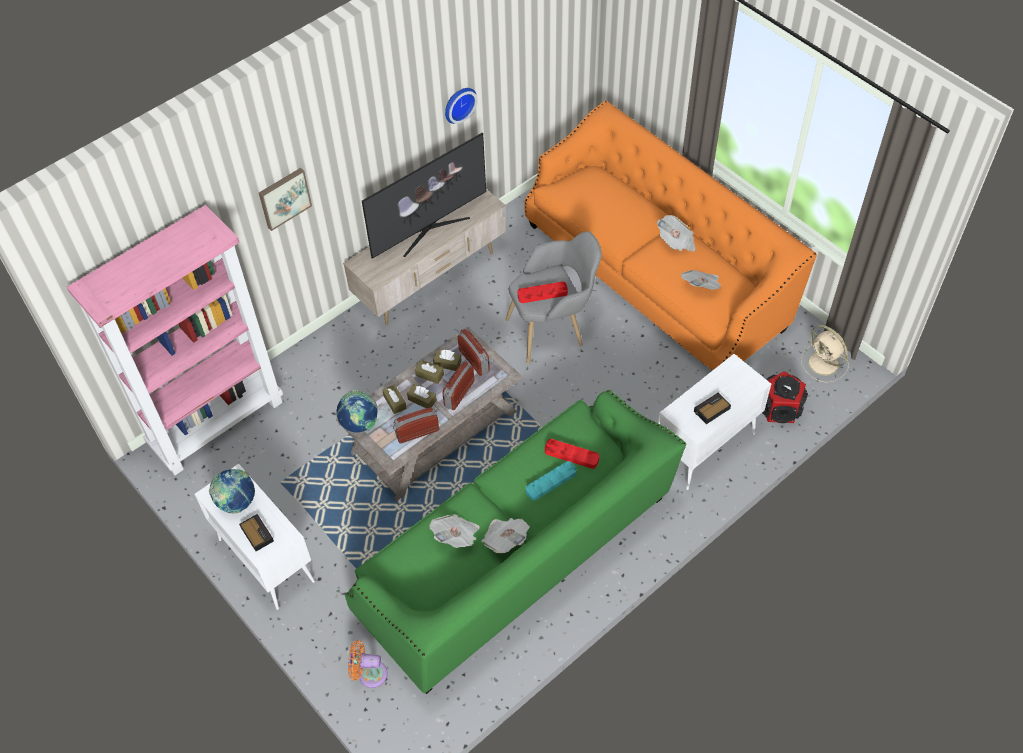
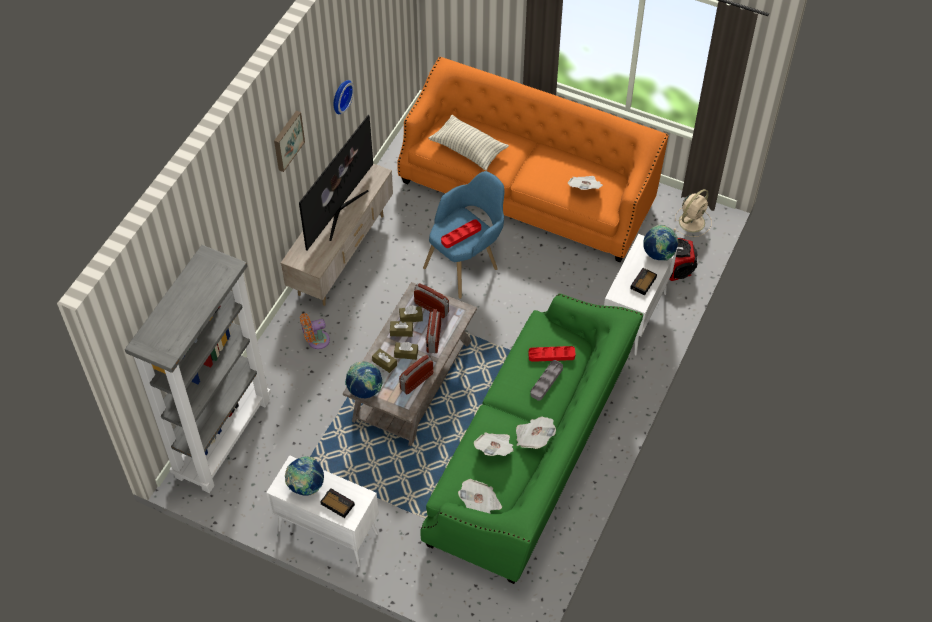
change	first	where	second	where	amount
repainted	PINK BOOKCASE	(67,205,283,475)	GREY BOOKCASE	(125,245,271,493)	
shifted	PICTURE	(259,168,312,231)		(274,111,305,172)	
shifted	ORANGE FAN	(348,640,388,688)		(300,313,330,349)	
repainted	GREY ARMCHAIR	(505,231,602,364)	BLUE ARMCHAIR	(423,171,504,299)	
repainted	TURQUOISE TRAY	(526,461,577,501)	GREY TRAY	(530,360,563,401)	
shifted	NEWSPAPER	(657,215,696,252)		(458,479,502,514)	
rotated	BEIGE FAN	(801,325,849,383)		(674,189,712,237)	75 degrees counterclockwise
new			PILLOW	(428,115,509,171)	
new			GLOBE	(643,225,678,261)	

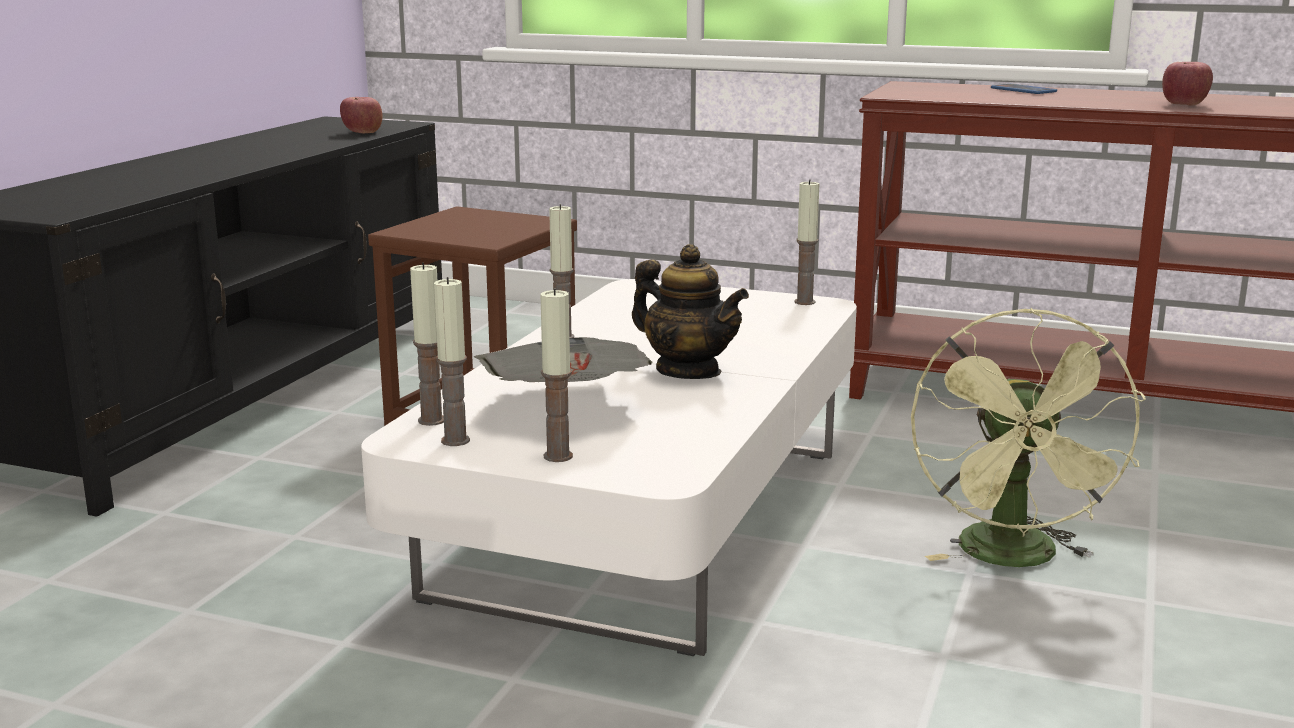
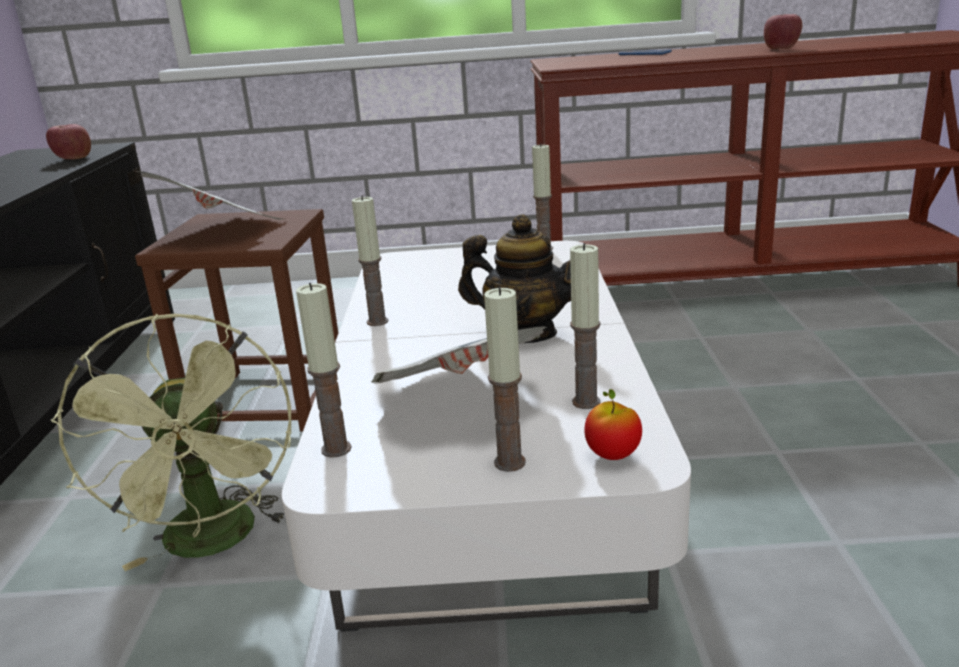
change	first	where	second	where	amount
shifted	CANDLE	(434,277,470,446)		(570,243,601,409)	
shifted	GREEN FAN	(911,308,1146,567)		(50,314,292,571)	
new			NEWSPAPER	(134,171,283,220)	
new			APPLE	(584,389,642,460)	

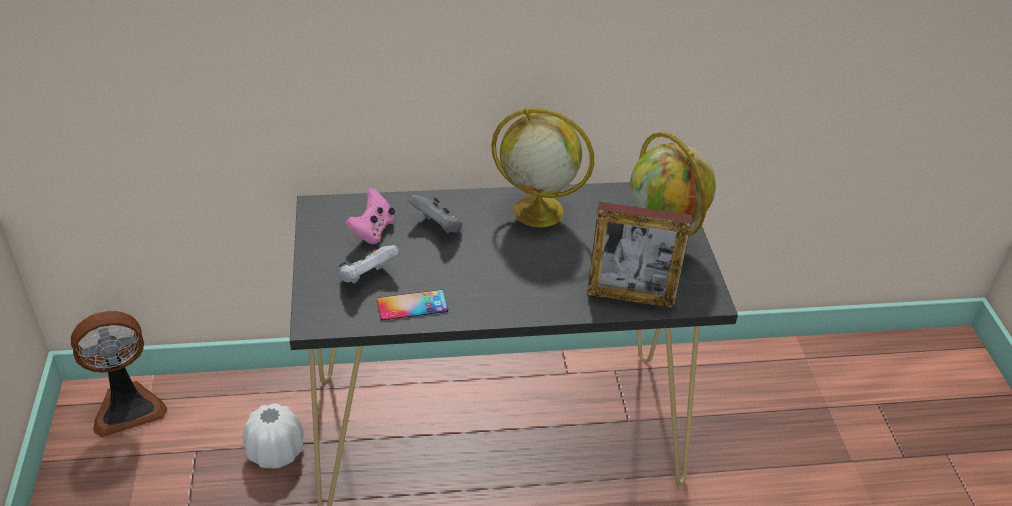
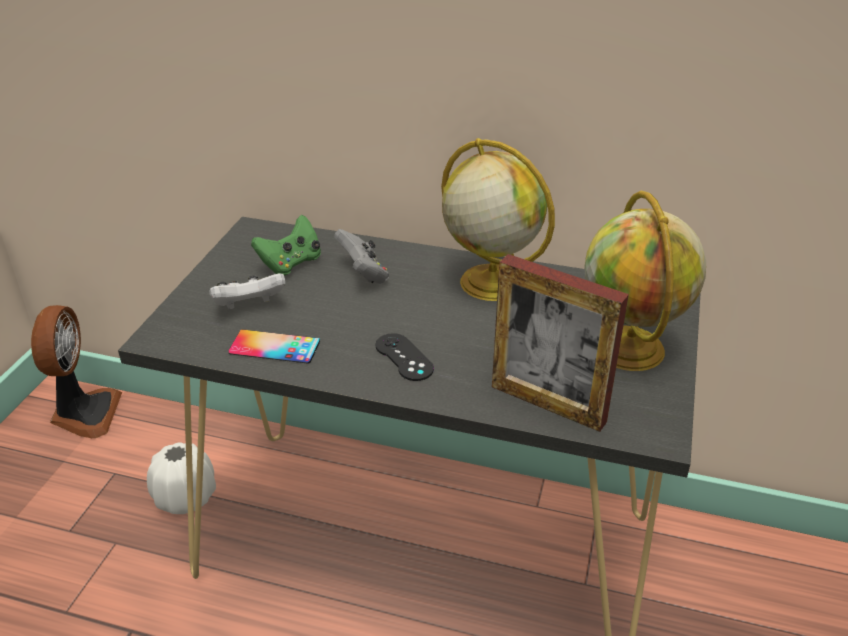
change	first	where	second	where	amount
rotated	FAN	(71,311,167,437)		(31,305,122,438)	90 degrees counterclockwise
repainted	PINK GAME CONTROLLER	(345,188,395,244)	GREEN GAME CONTROLLER	(251,215,321,275)	
new			BLACK GAME CONTROLLER	(375,333,434,381)	

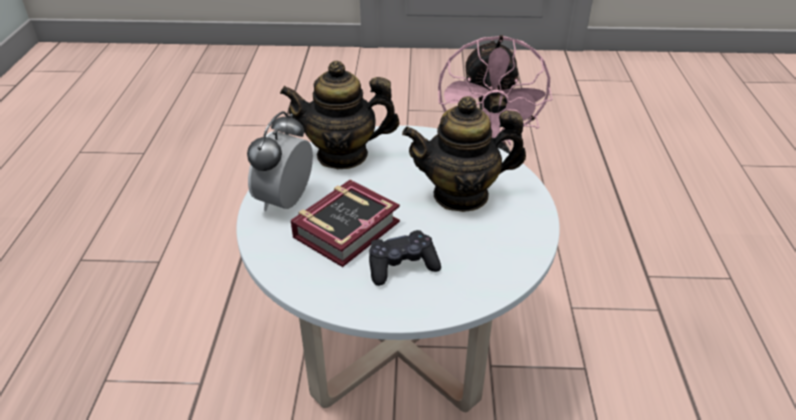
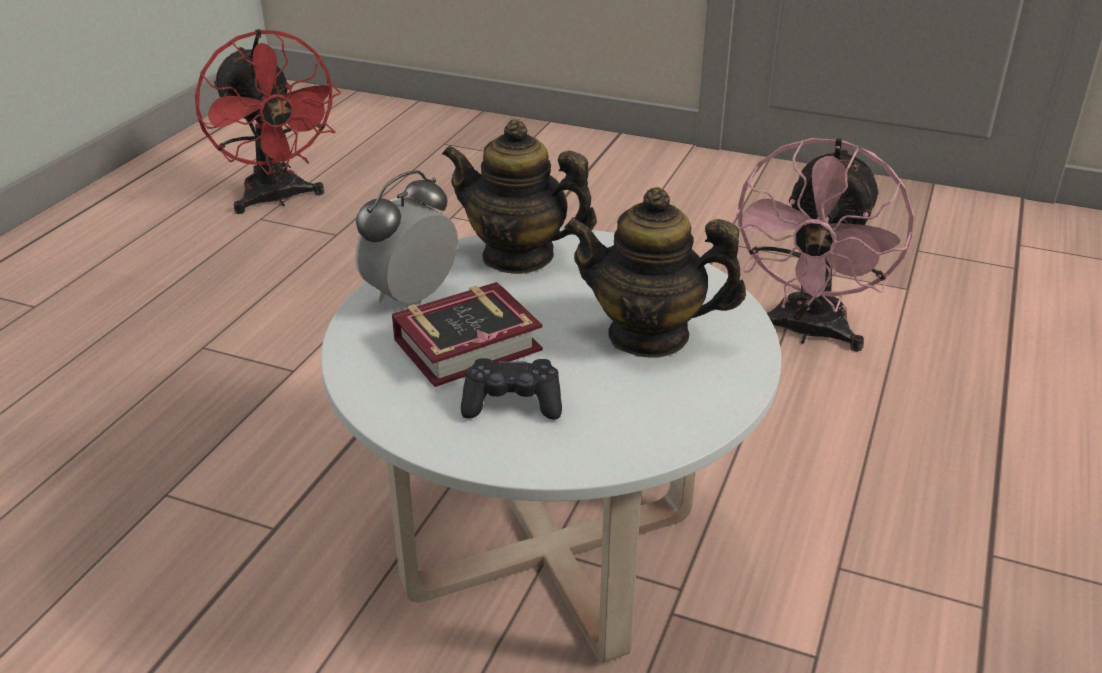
change	first	where	second	where	amount
new			RED FAN	(195,29,341,214)	

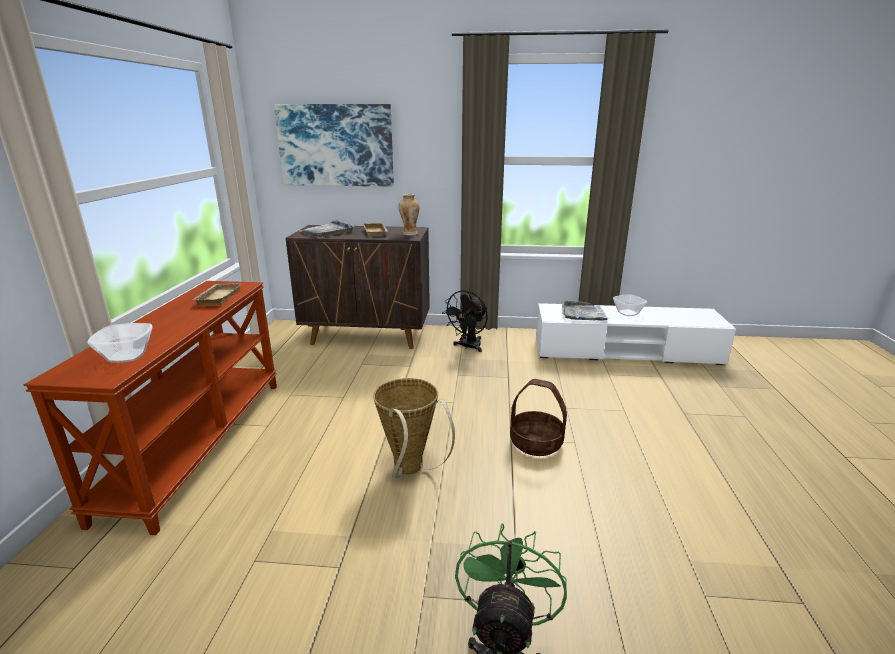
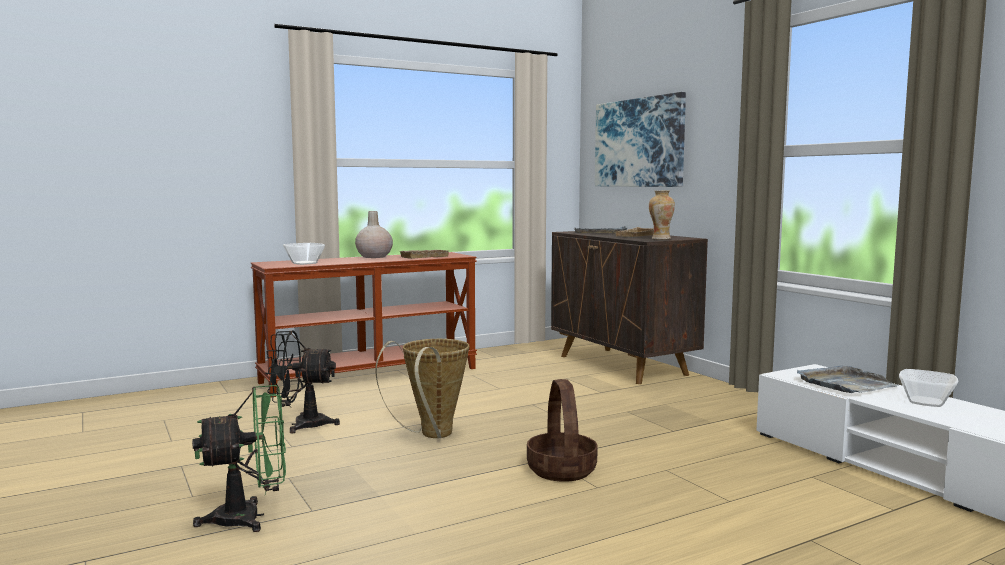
change	first	where	second	where	amount
shifted	BLACK FAN	(442,290,488,352)		(265,330,340,434)	
new			BEIGE VASE	(355,211,393,258)	

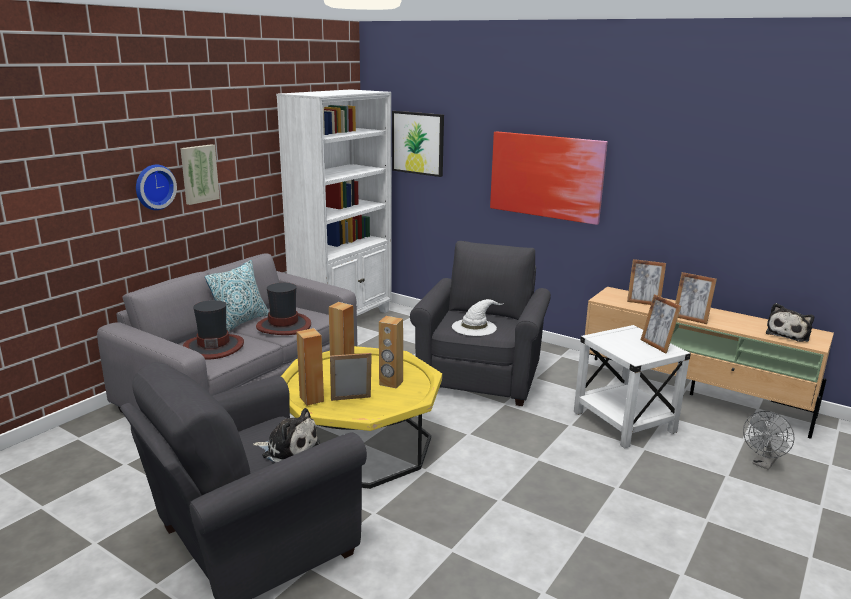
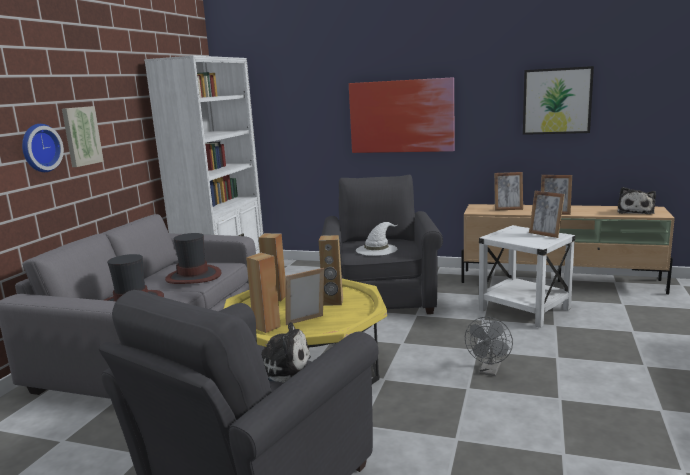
change	first	where	second	where	amount
gone	PILLOW	(205,260,269,332)			
shifted	PICTURE	(392,111,444,177)		(523,66,594,135)	
shifted	GREY FAN	(743,411,795,470)		(465,317,513,376)	

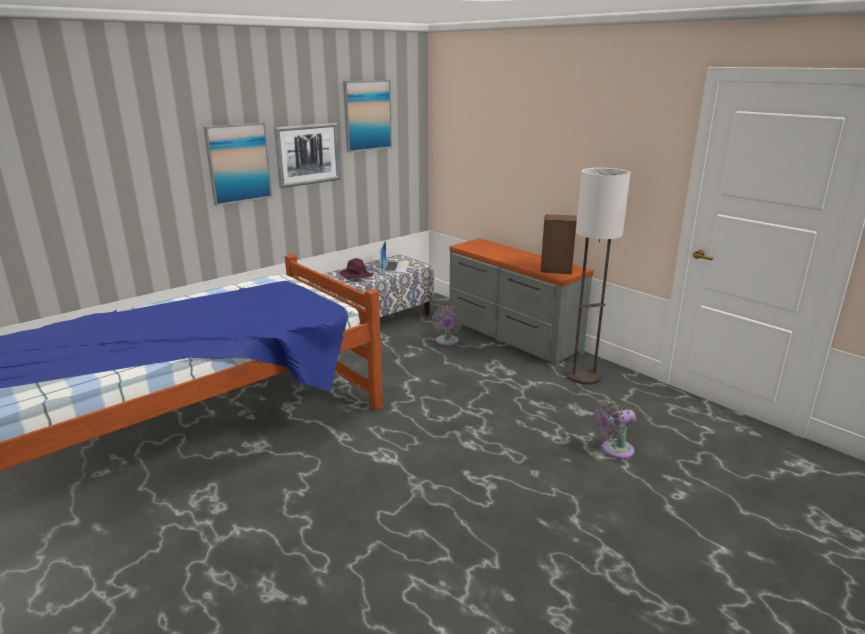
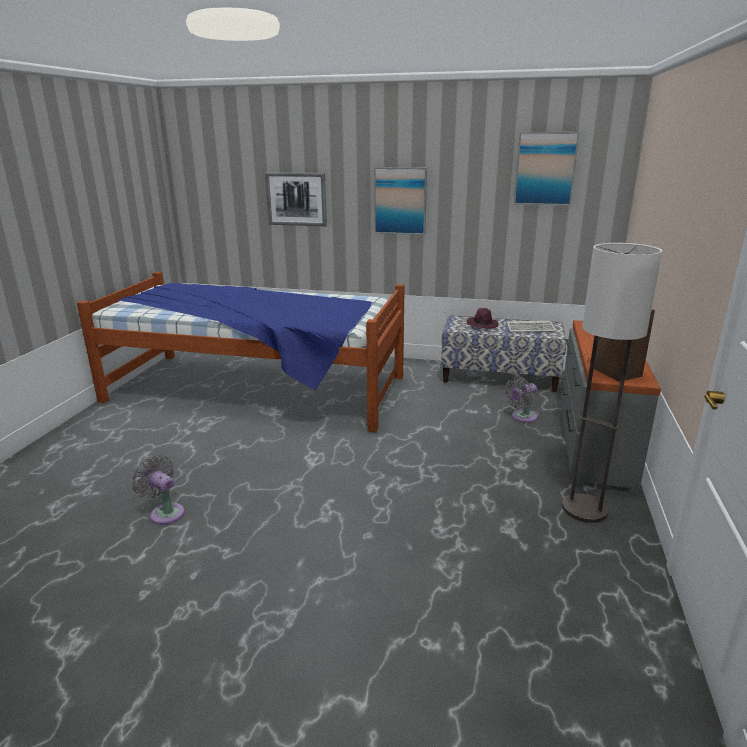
change	first	where	second	where	amount
shifted	PICTURE	(274,123,341,188)		(265,172,327,226)	
swapped	LAPTOP	(381,240,409,272)	KEYBOARD	(506,321,556,333)	
shifted	GREY FAN	(595,399,636,459)		(132,455,185,525)	

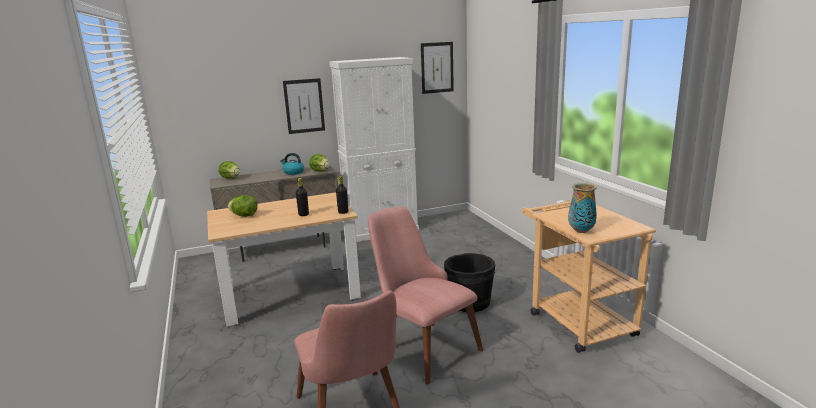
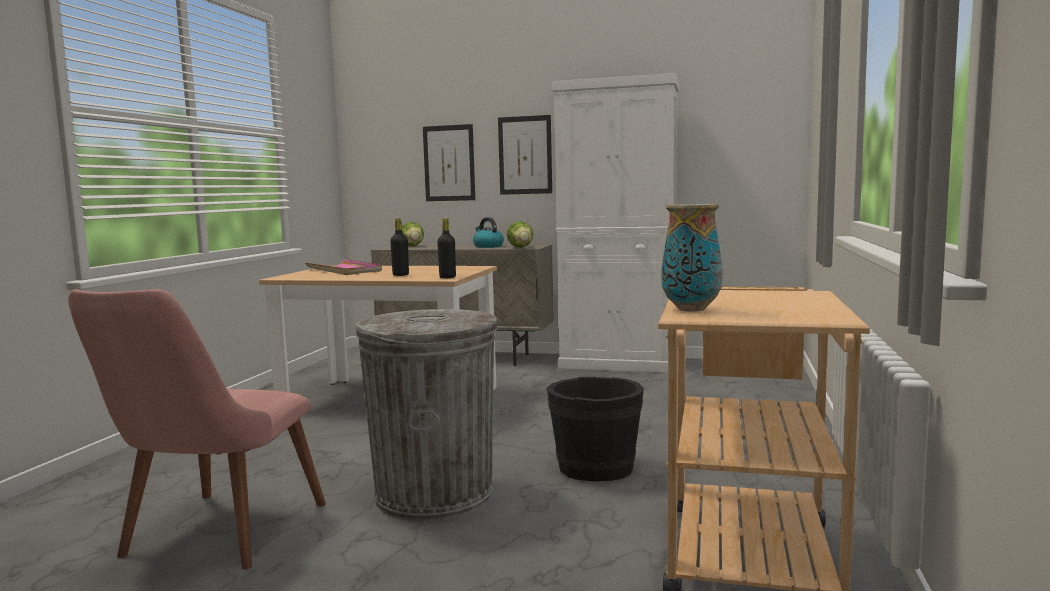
change	first	where	second	where	amount
swapped	LETTUCE	(228,195,258,217)	PINK TRAY	(305,259,382,275)	
swapped	PINK CHAIR	(368,206,483,384)	GREY TRASH CAN	(354,309,498,521)	
shifted	PICTURE	(421,42,454,94)		(423,124,475,201)	

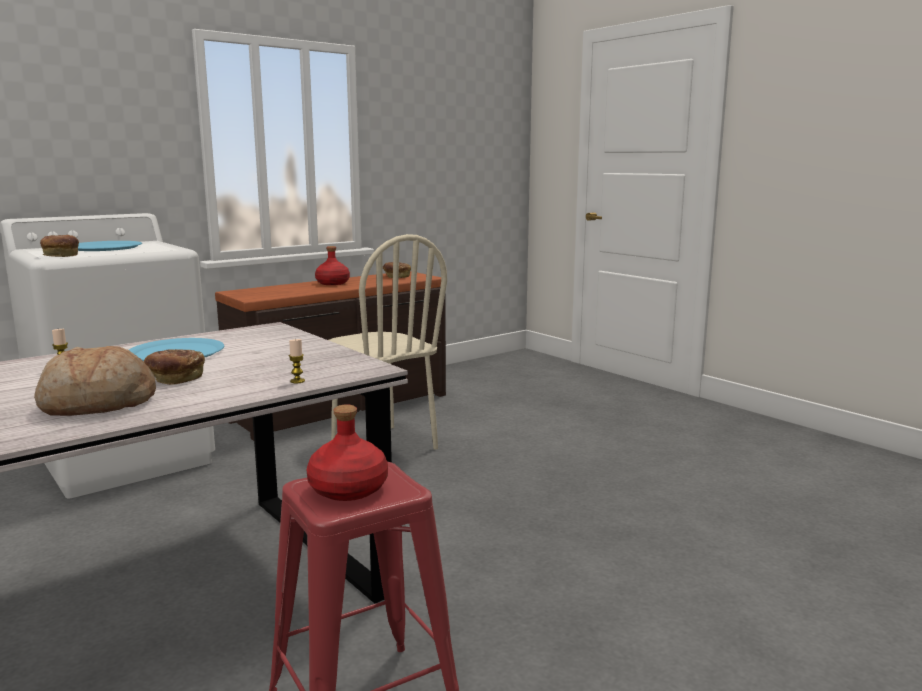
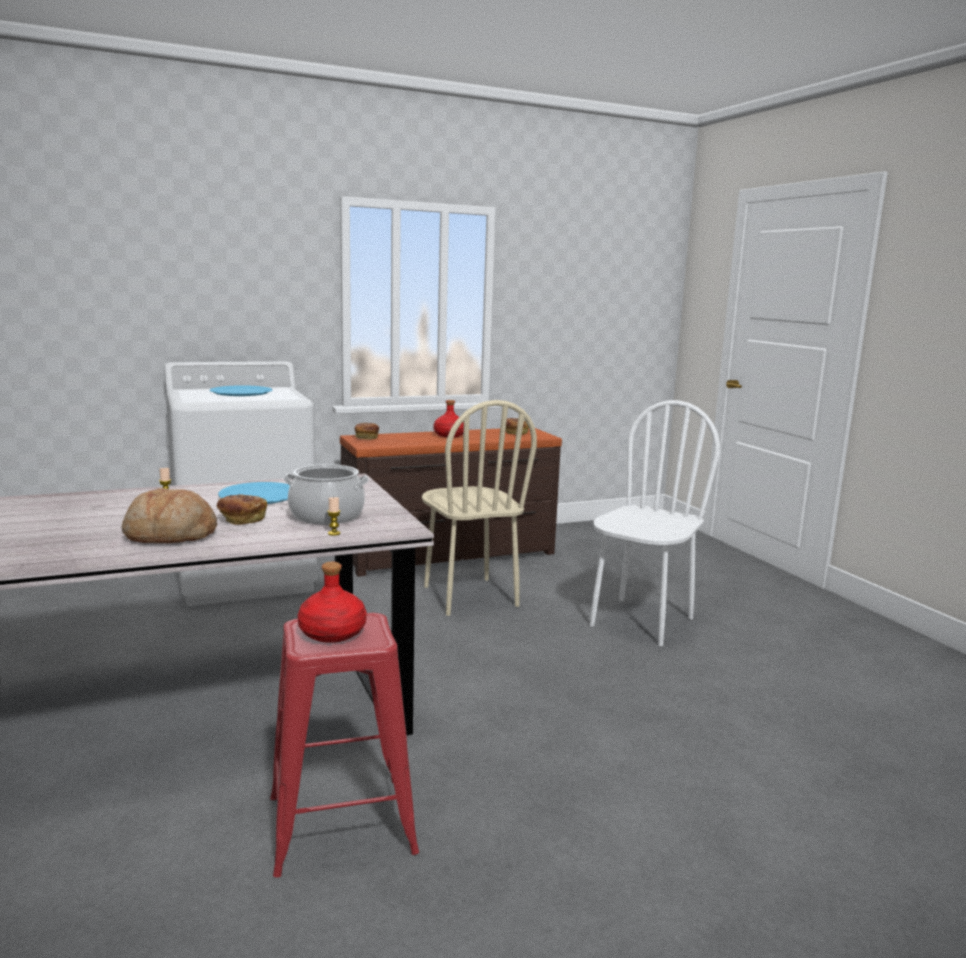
change	first	where	second	where	amount
shifted	BREAD	(40,235,79,257)		(354,422,379,440)	
new			COOKING POT	(283,464,369,524)	
new			WHITE CHAIR	(590,400,720,646)	

